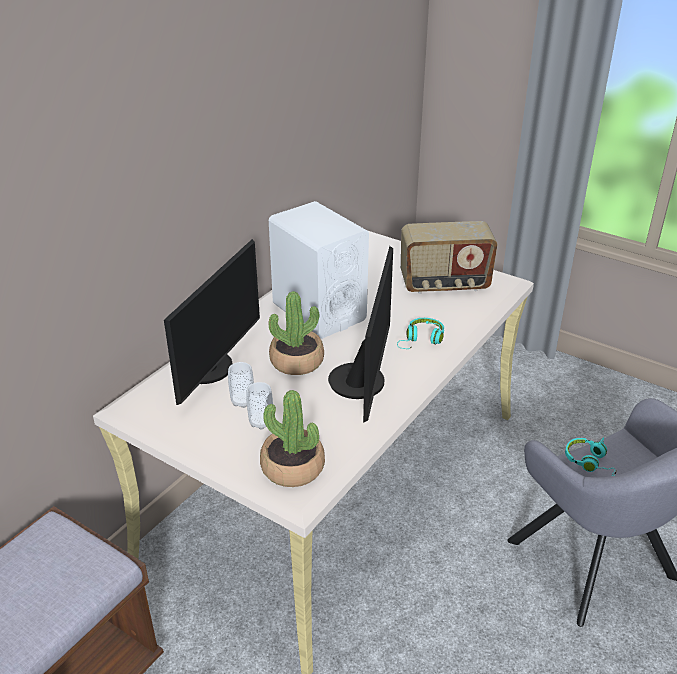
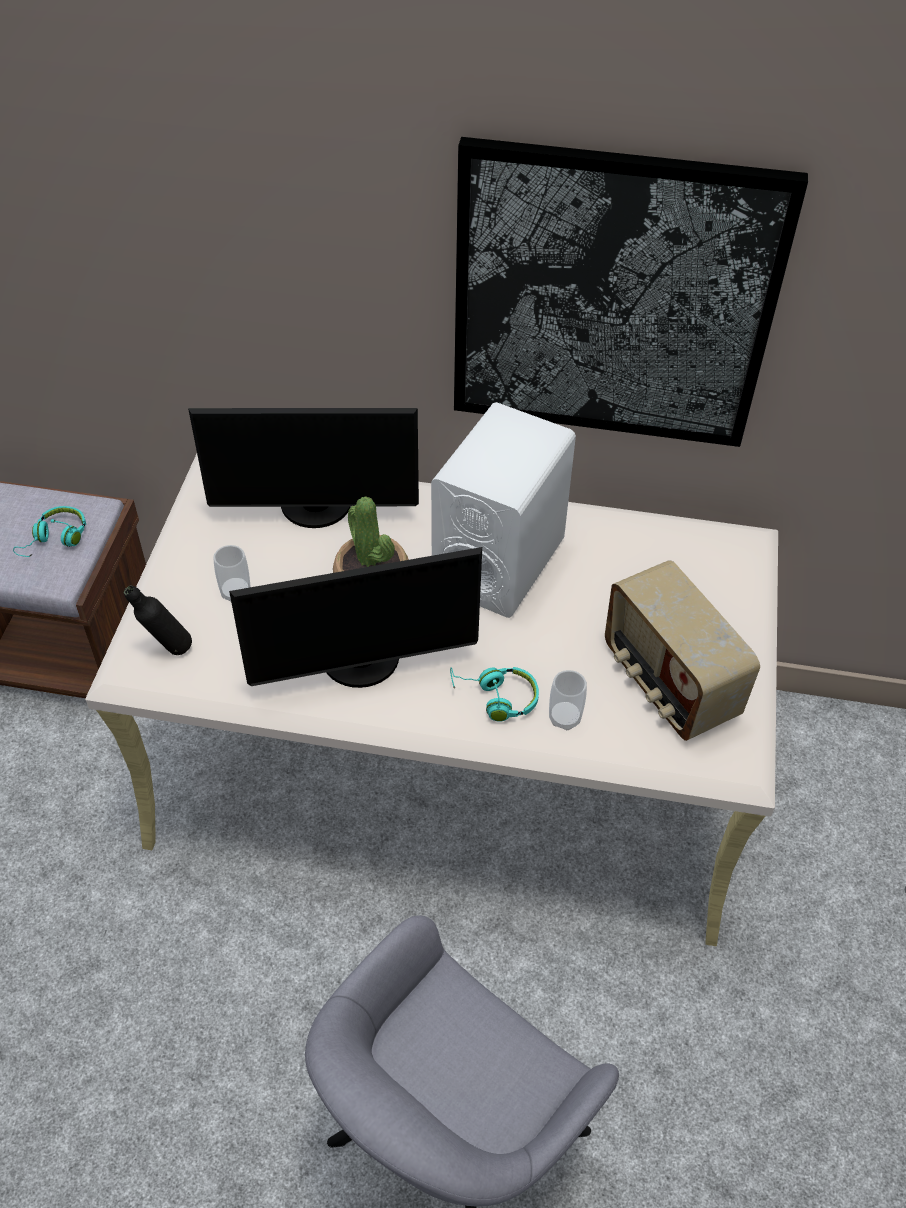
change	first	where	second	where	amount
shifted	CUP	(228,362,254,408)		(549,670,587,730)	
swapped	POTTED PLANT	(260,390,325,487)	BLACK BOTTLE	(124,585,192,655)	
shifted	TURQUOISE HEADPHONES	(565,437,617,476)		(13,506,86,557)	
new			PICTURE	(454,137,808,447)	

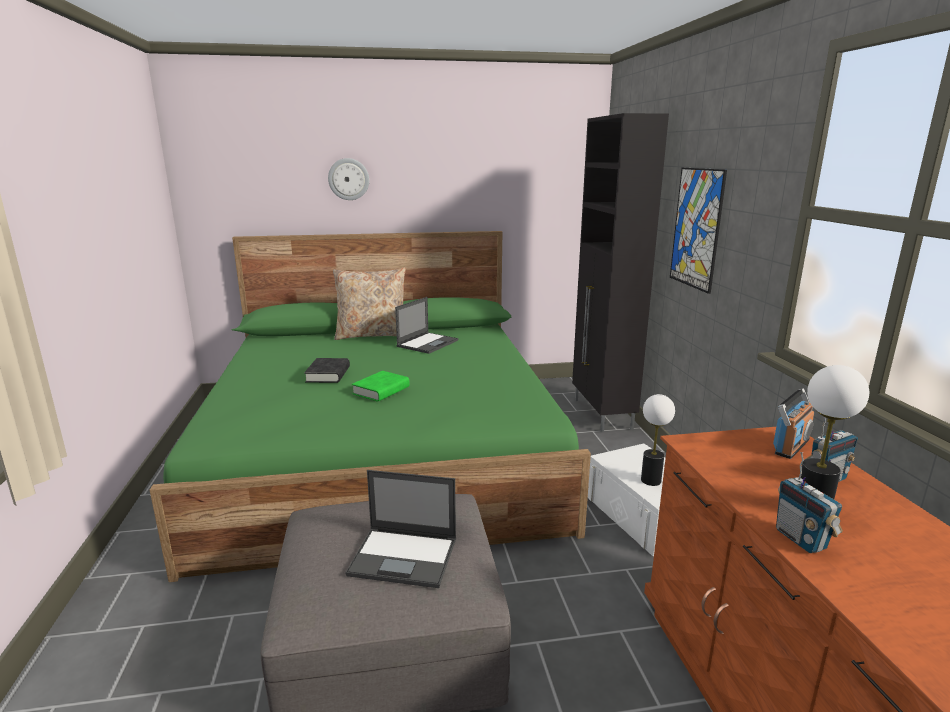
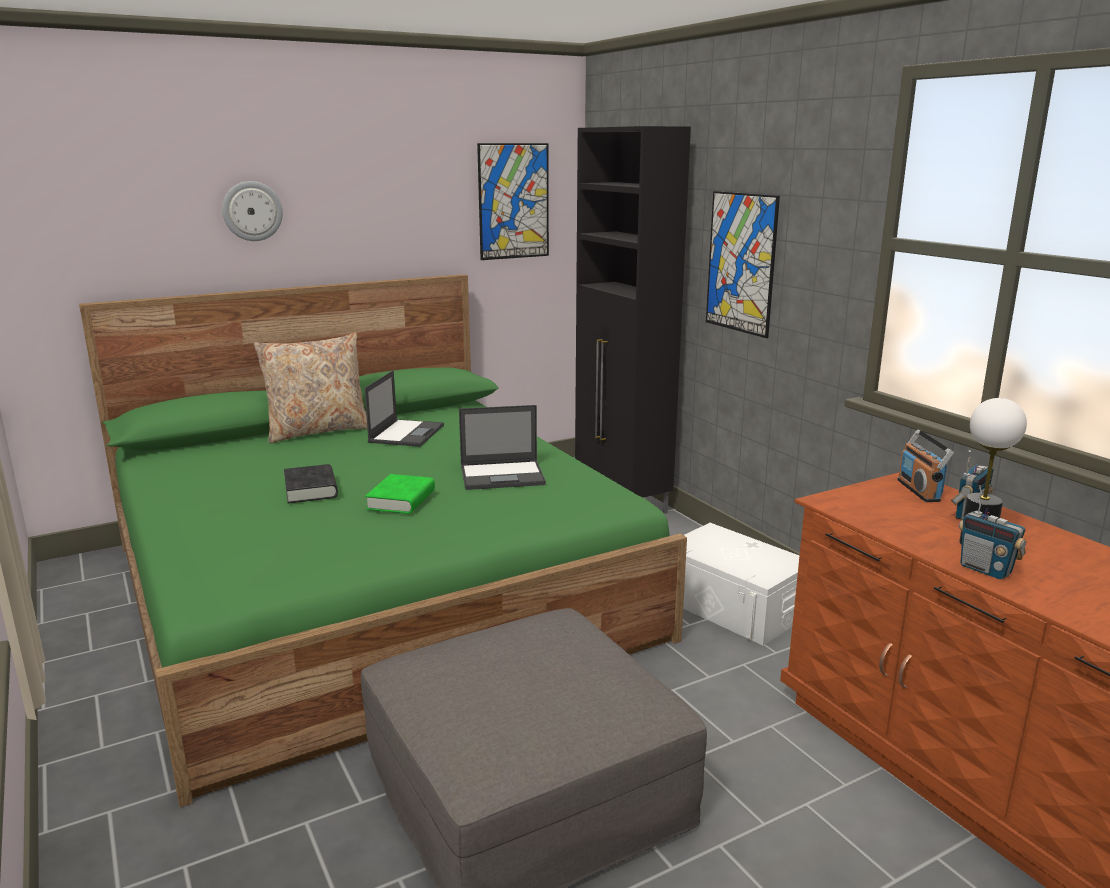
change	first	where	second	where	amount
shifted	LAPTOP	(345,470,456,588)		(459,405,546,490)	
gone	TABLE LAMP	(641,394,675,486)			
rotated	RADIO	(773,389,814,459)		(898,429,954,502)	150 degrees clockwise
new			PICTURE	(477,143,549,260)	

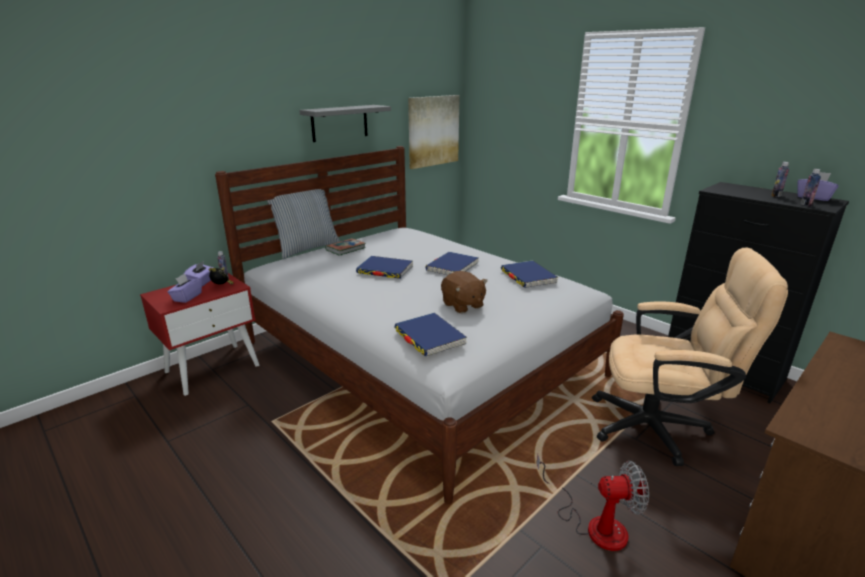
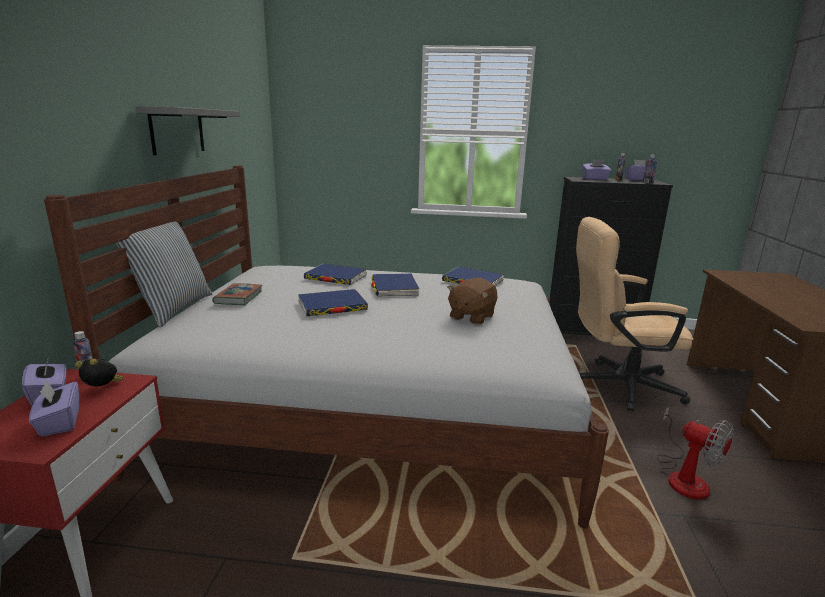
change	first	where	second	where	amount
shifted	BLUE BOOK	(394,313,467,357)		(304,264,367,285)	
gone	PICTURE	(408,95,460,169)			
rotated	BROWN PLUSH TOY	(441,271,488,313)		(447,278,497,325)	105 degrees clockwise
rotated	FAN	(536,454,649,551)		(657,407,734,500)	90 degrees clockwise
rotated	BEIGE OFFICE CHAIR	(592,247,788,466)		(576,217,694,411)	150 degrees counterclockwise
new			PURPLE TISSUE BOX	(582,159,611,180)	

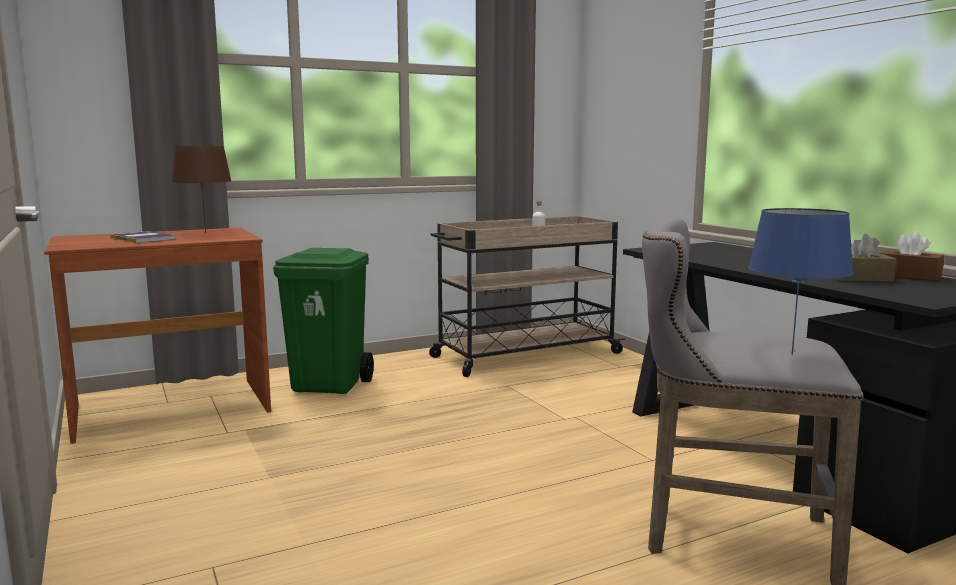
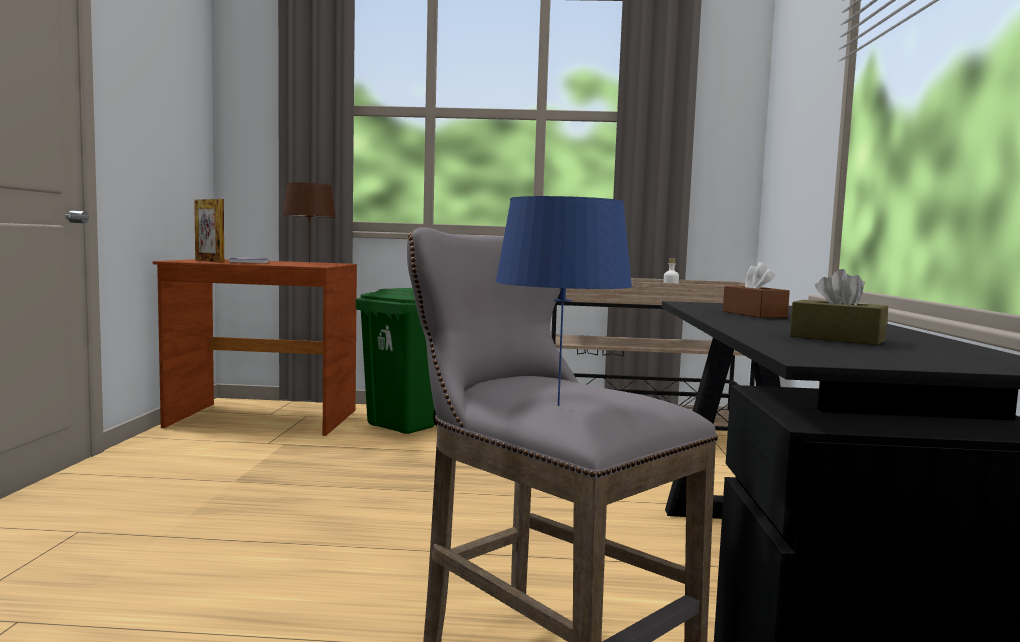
change	first	where	second	where	amount
shifted	BROWN TISSUE BOX	(879,231,944,281)		(723,262,790,318)	
new			PICTURE FRAME	(194,199,224,263)	

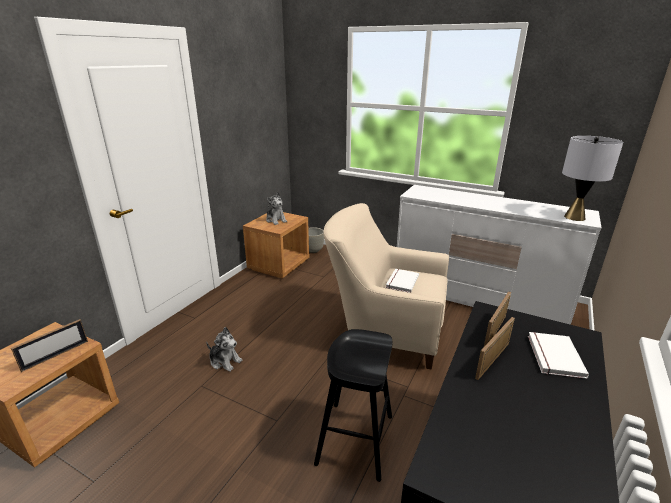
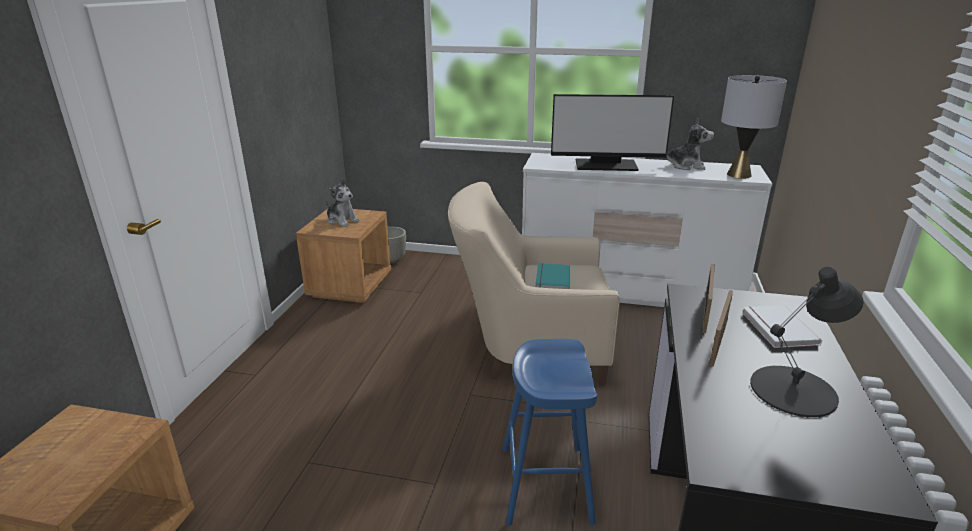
change	first	where	second	where	amount
gone	PICTURE FRAME	(11,319,88,372)			
shifted	PLUSH TOY	(206,327,242,372)		(667,118,714,170)	
repainted	BLACK STOOL	(314,329,392,482)	BLUE STOOL	(502,339,597,526)	
repainted	WHITE BOOK	(386,269,419,293)	TURQUOISE BOOK	(535,263,570,289)	
new			MONITOR	(551,94,674,171)	
new			BLACK TABLE LAMP	(750,267,864,417)	

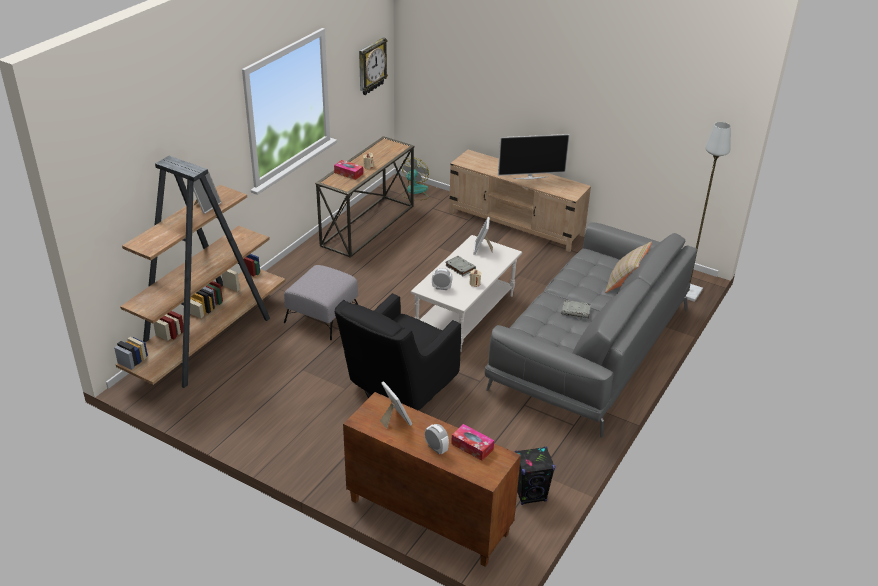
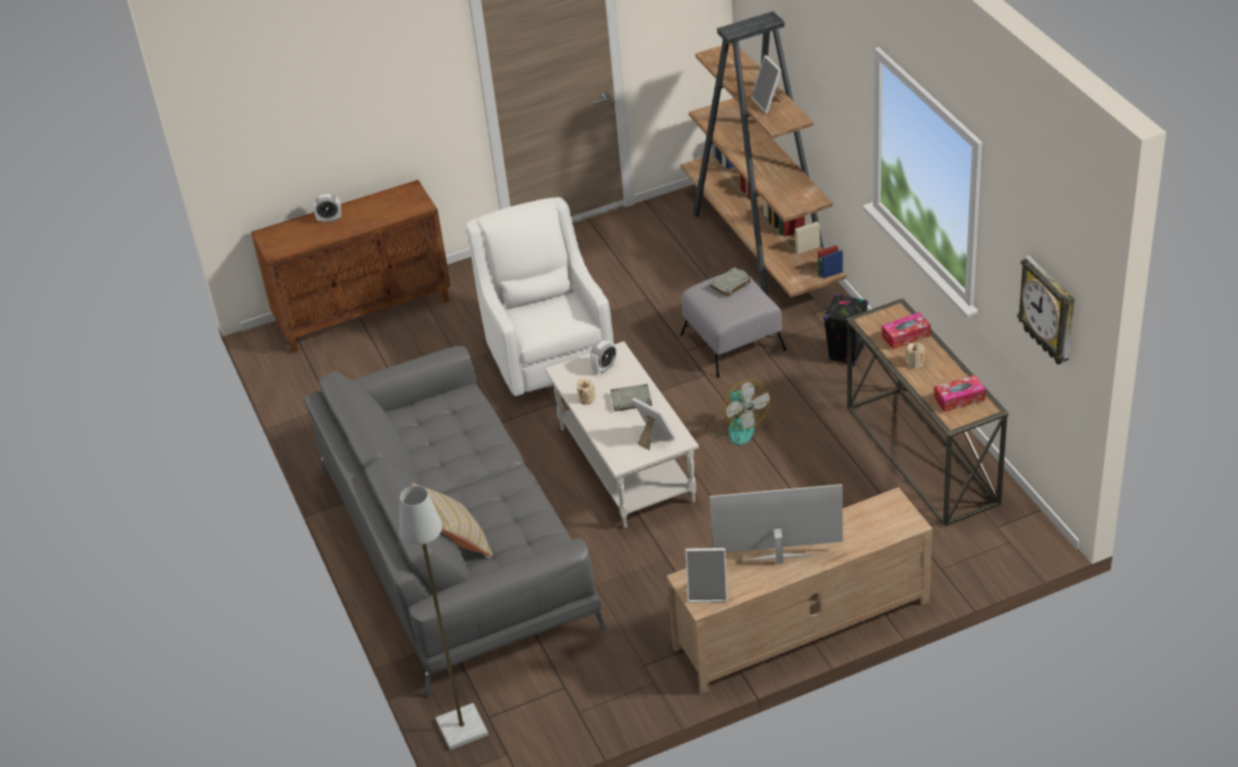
change	first	where	second	where	amount
repainted	BLACK ARMCHAIR	(335,293,461,411)	WHITE ARMCHAIR	(466,197,614,396)	
shifted	PICTURE FRAME	(380,381,412,429)		(685,548,727,602)	
shifted	FAN	(402,157,429,200)		(705,379,771,446)	
shifted	TISSUE BOX	(451,424,494,461)		(934,375,986,412)	
rotated	TELEVISION	(498,134,570,179)		(709,484,843,564)	60 degrees clockwise
shifted	BLACK SPEAKER	(515,447,555,505)		(823,294,868,366)	
shifted	GREY BOOK	(562,300,591,318)		(709,267,752,298)	

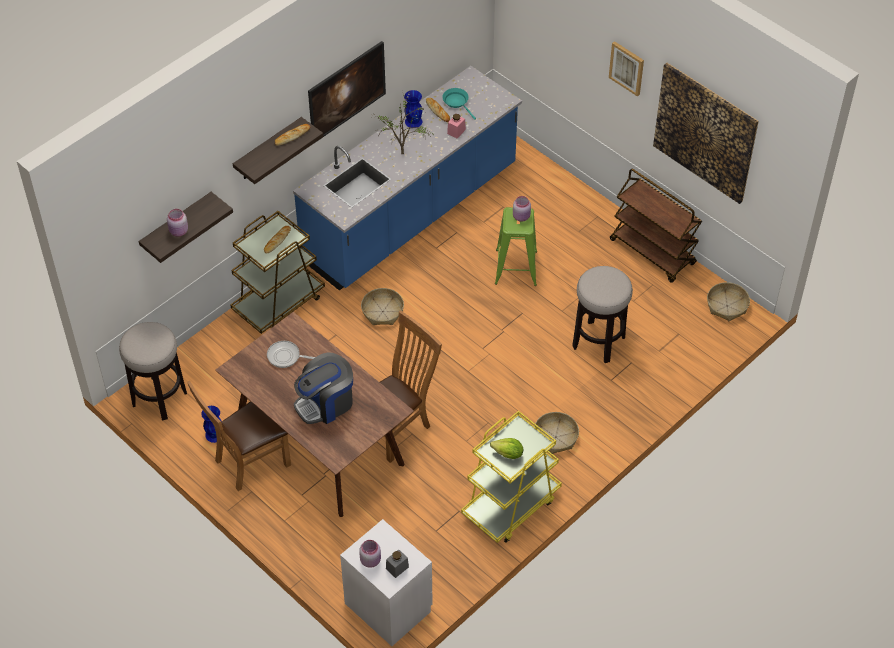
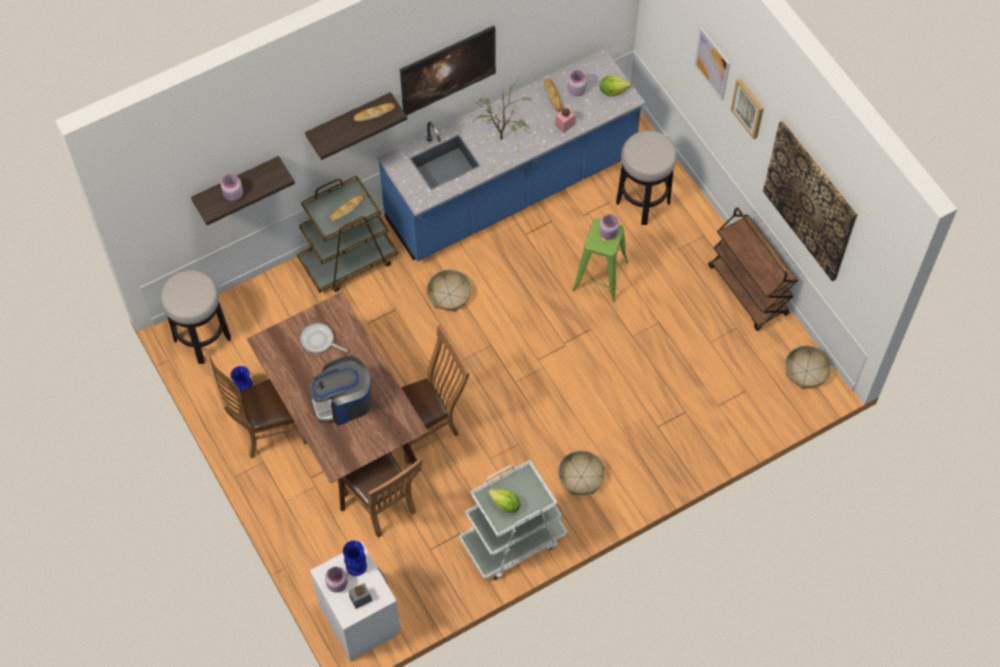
change	first	where	second	where	amount
shifted	BLUE VASE	(404,90,422,128)		(343,541,367,576)	
swapped	TURQUOISE FRYING PAN	(442,88,476,120)	PINK JAR	(567,70,587,96)	
repainted	YELLOW CART	(461,411,562,543)	WHITE CART	(459,460,568,580)	
shifted	STOOL	(572,266,633,363)		(616,130,677,225)	
new			BROWN CHAIR	(338,452,423,538)	
new			LETTUCE	(600,76,631,96)	
new			PICTURE	(694,27,730,100)	

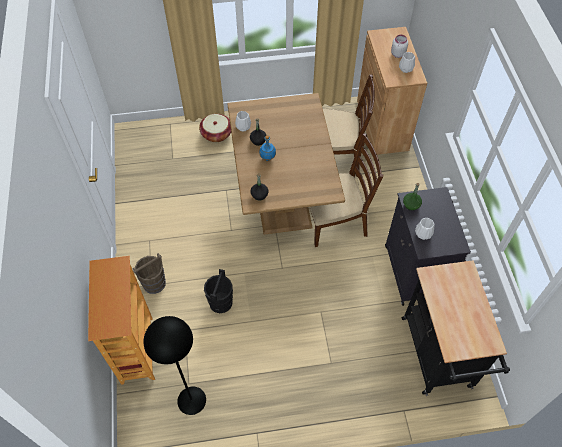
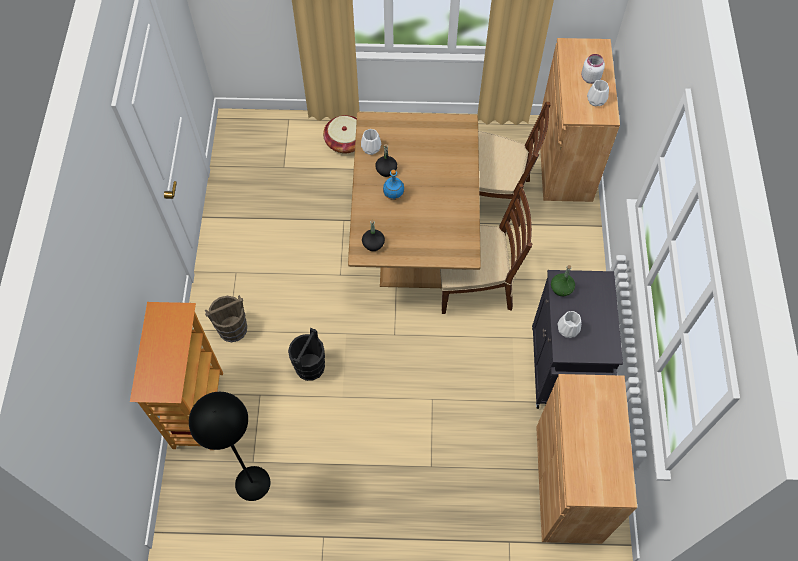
change	first	where	second	where	amount
swapped	BLACK CART	(402,260,510,396)	BROWN CABINET	(536,374,637,544)	

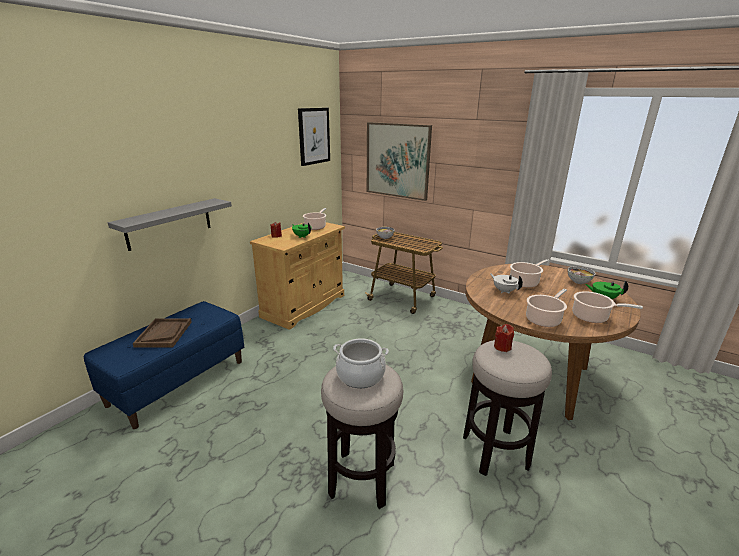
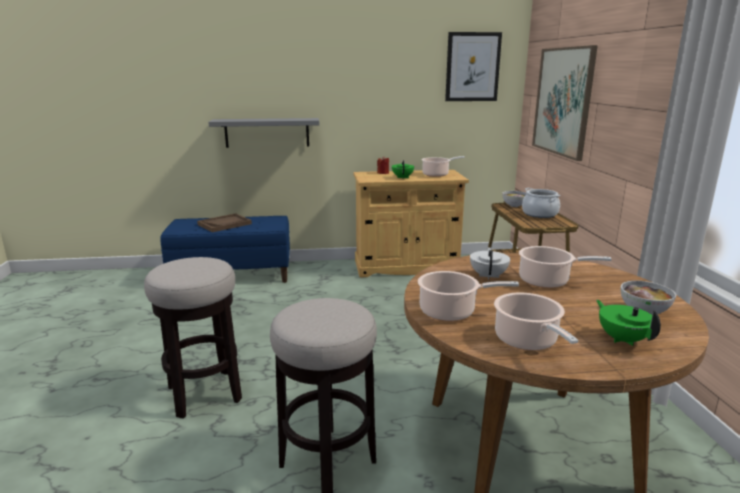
change	first	where	second	where	amount
shifted	COOKING POT	(333,338,389,388)		(522,188,561,218)	
gone	RED CANDLE	(494,324,514,352)			

